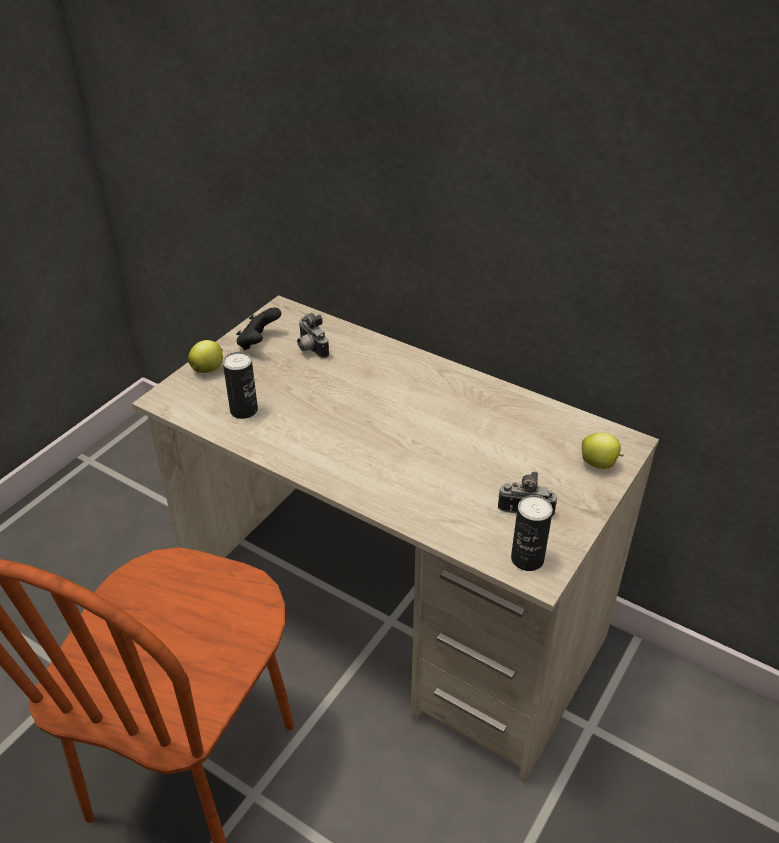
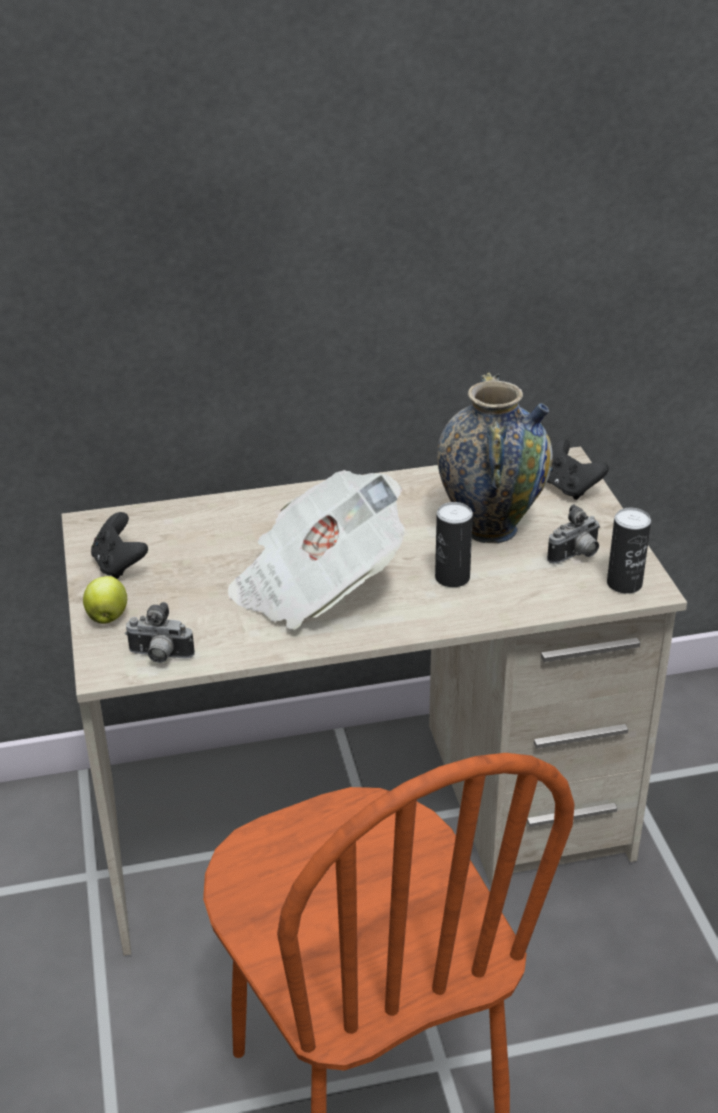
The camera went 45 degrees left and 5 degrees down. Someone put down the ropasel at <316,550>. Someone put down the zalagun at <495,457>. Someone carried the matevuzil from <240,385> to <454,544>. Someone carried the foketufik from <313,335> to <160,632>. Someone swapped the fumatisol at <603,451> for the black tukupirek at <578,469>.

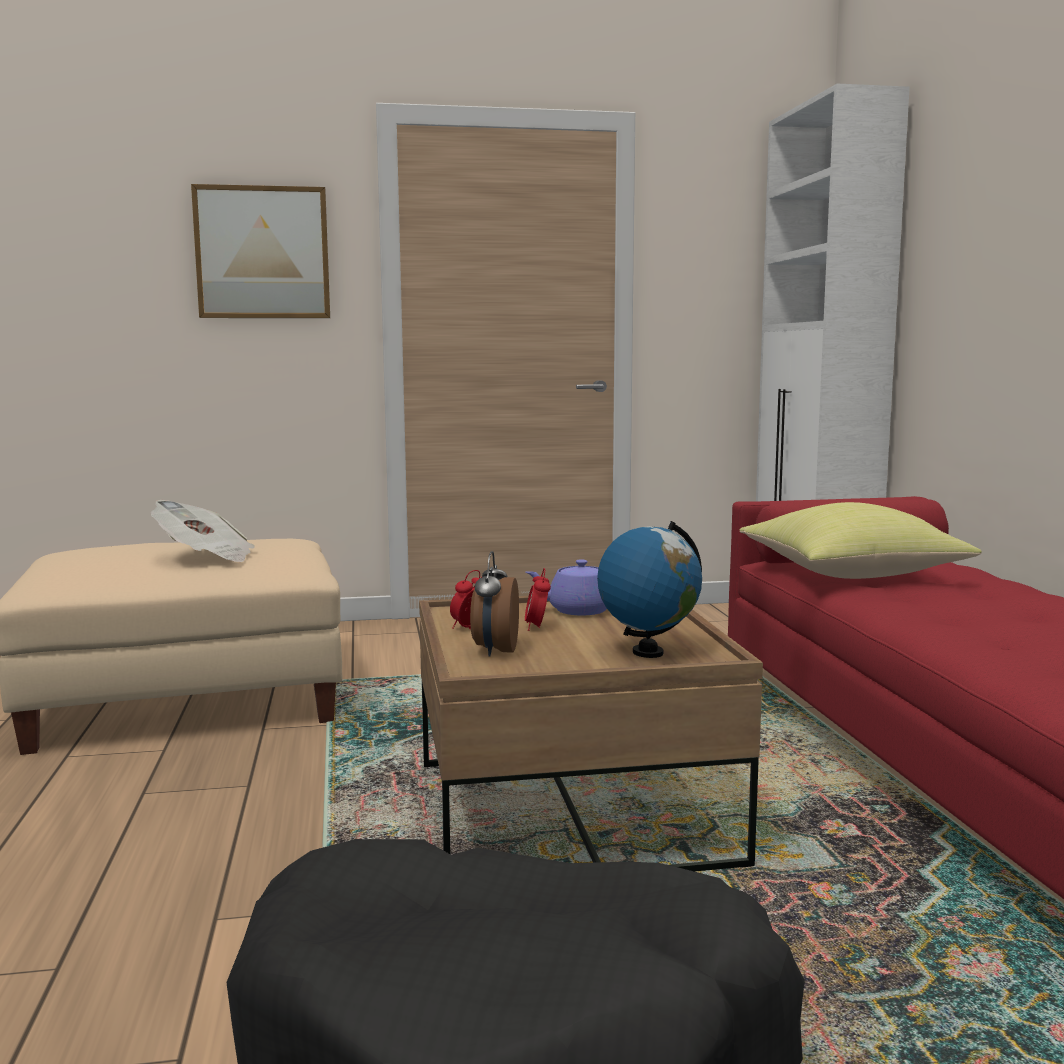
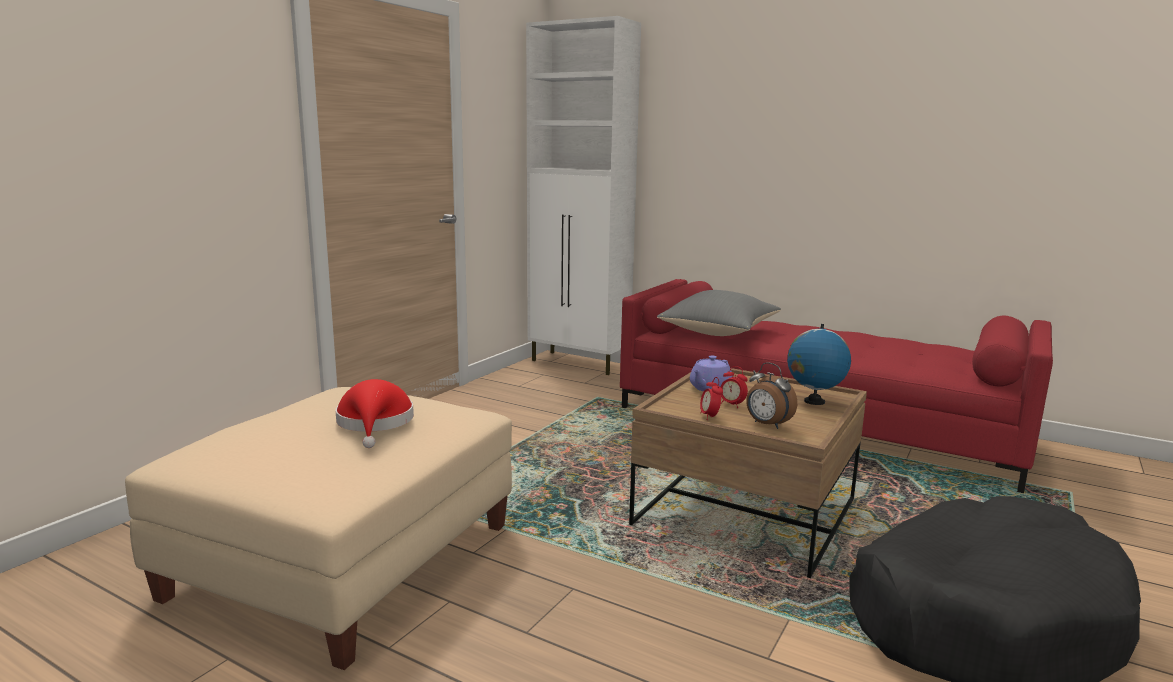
The camera went 50 degrees left and 5 degrees up. Someone took away the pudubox at <260,251>. Someone swapped the ropasel at <203,531> for the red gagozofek at <375,413>. Someone repainted the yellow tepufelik at <860,540>, which became the grey tepufelik at <719,313>.

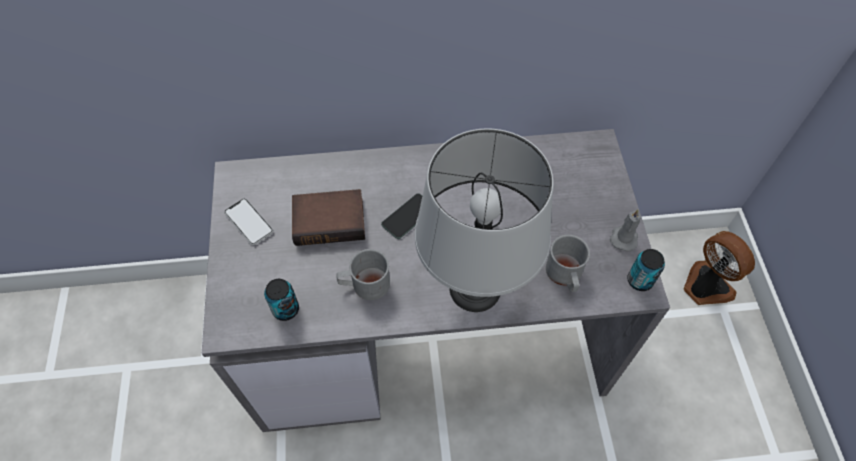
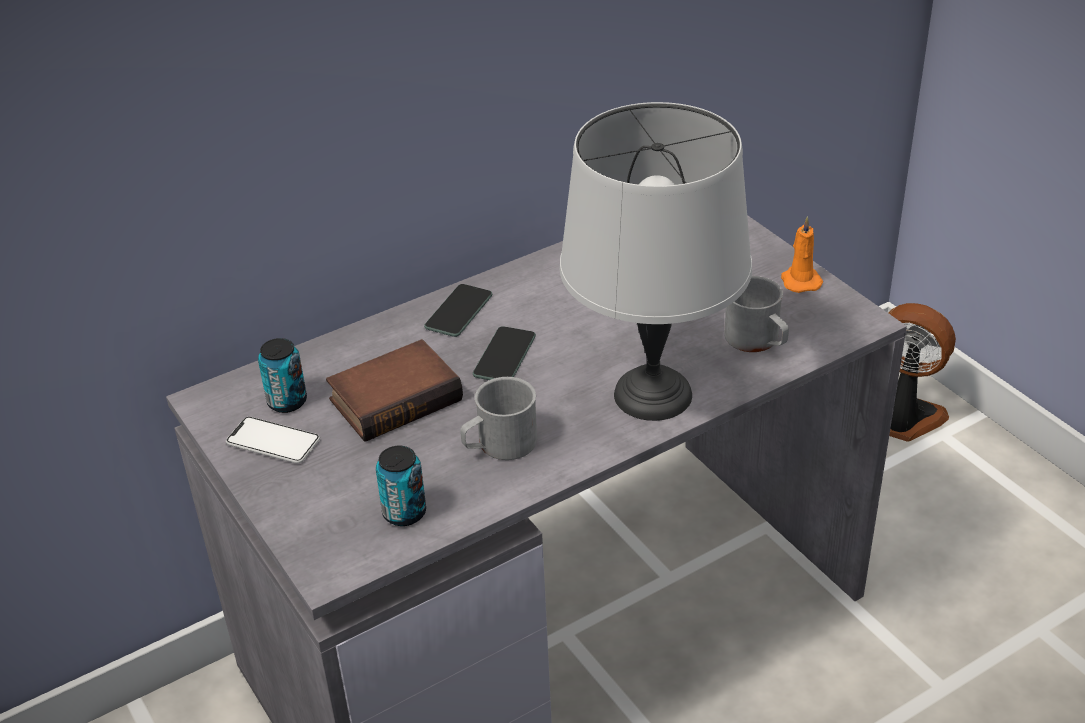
The camera went 25 degrees left and 20 degrees down. Someone put down the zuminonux at <458,310>. Someone carried the matevuzil from <646,270> to <282,375>. Someone repainted the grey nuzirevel at <625,231>, which became the orange nuzirevel at <802,254>.

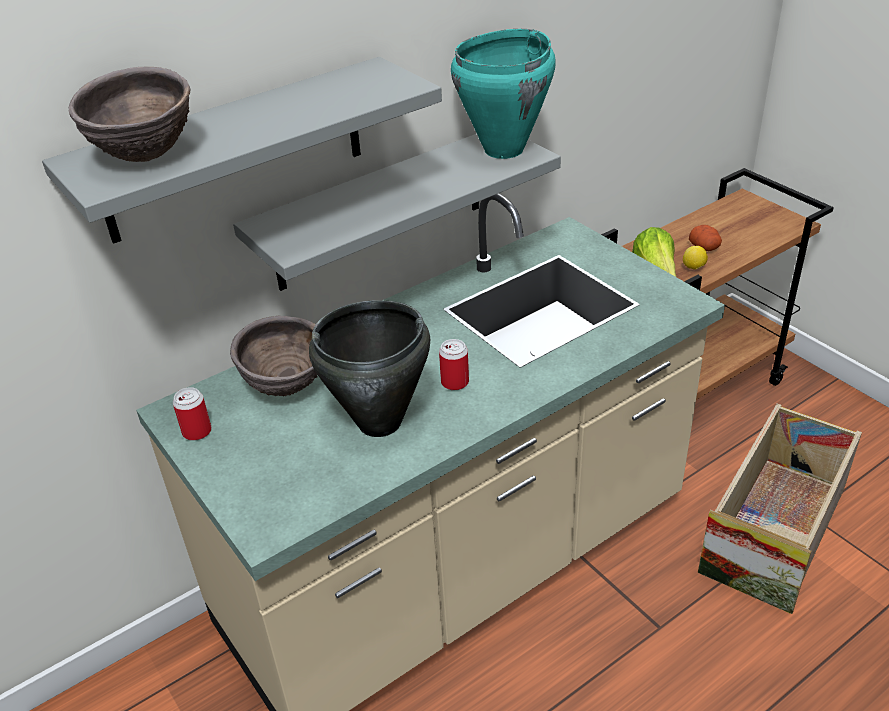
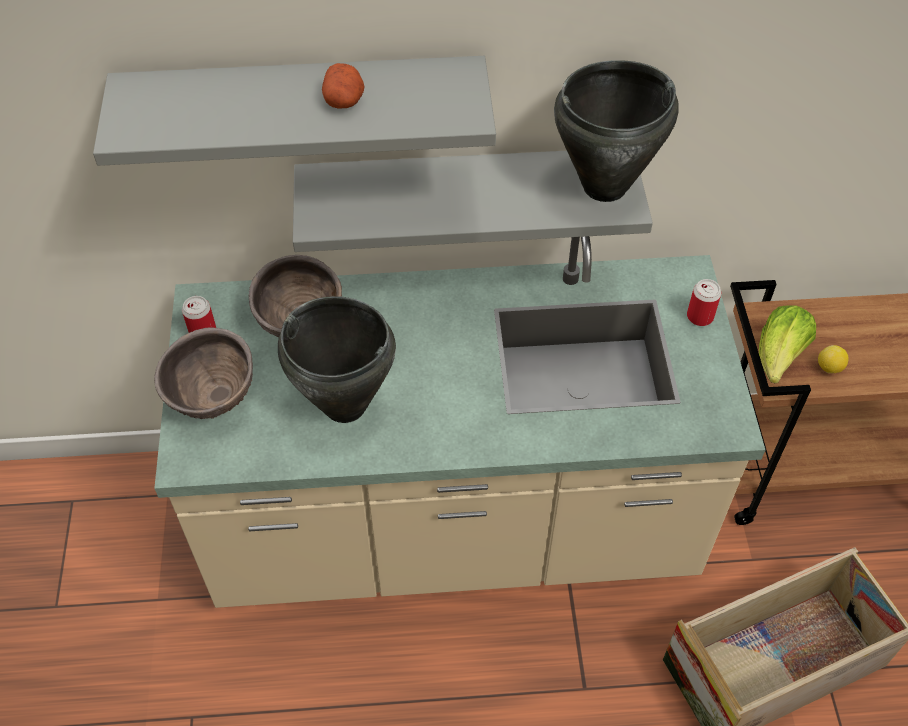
The camera went 30 degrees right and 15 degrees up. Someone carried the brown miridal from <129,114> to <203,373>. Someone carried the matevuzil from <454,364> to <704,302>. Someone carried the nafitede from <705,238> to <343,86>. Someone repainted the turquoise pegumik at <503,94>, which became the black pegumik at <616,131>.

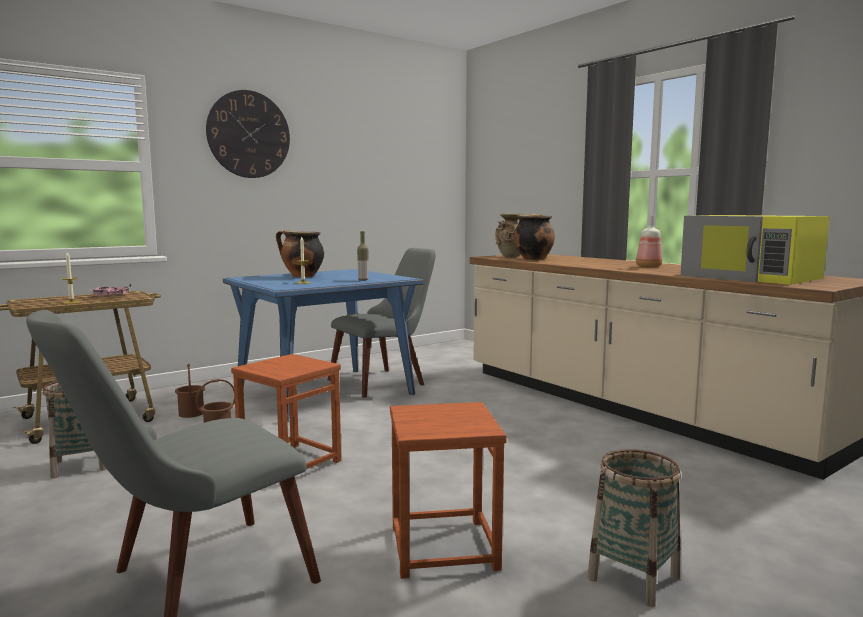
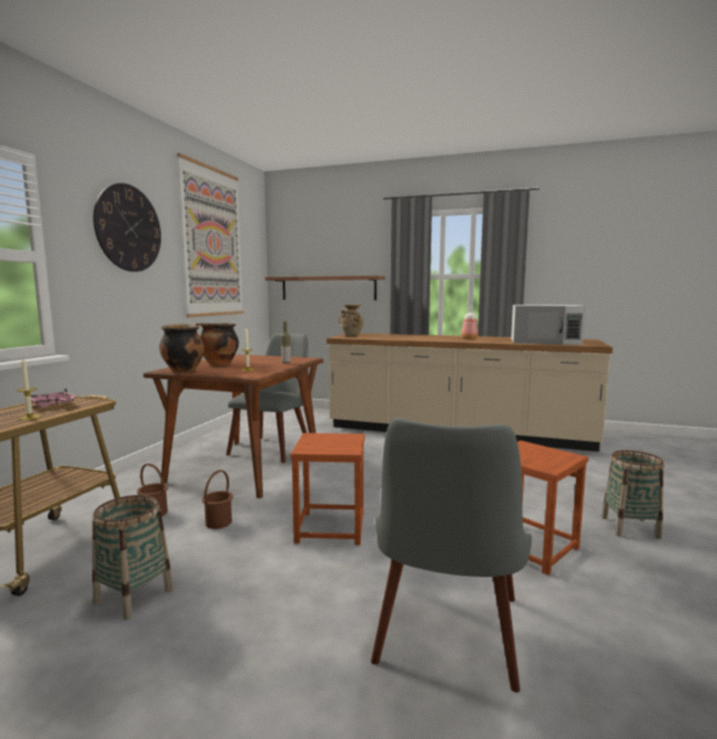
The camera went 35 degrees left and 0 degrees up. Someone put up the pudubox at <210,235>. Someone put up the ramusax at <325,288>. Someone carried the pegumik from <534,237> to <181,348>. Someone repainted the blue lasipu at <323,345>, which became the brown lasipu at <233,426>. Someone repainted the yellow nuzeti at <755,250>, which became the white nuzeti at <548,325>.

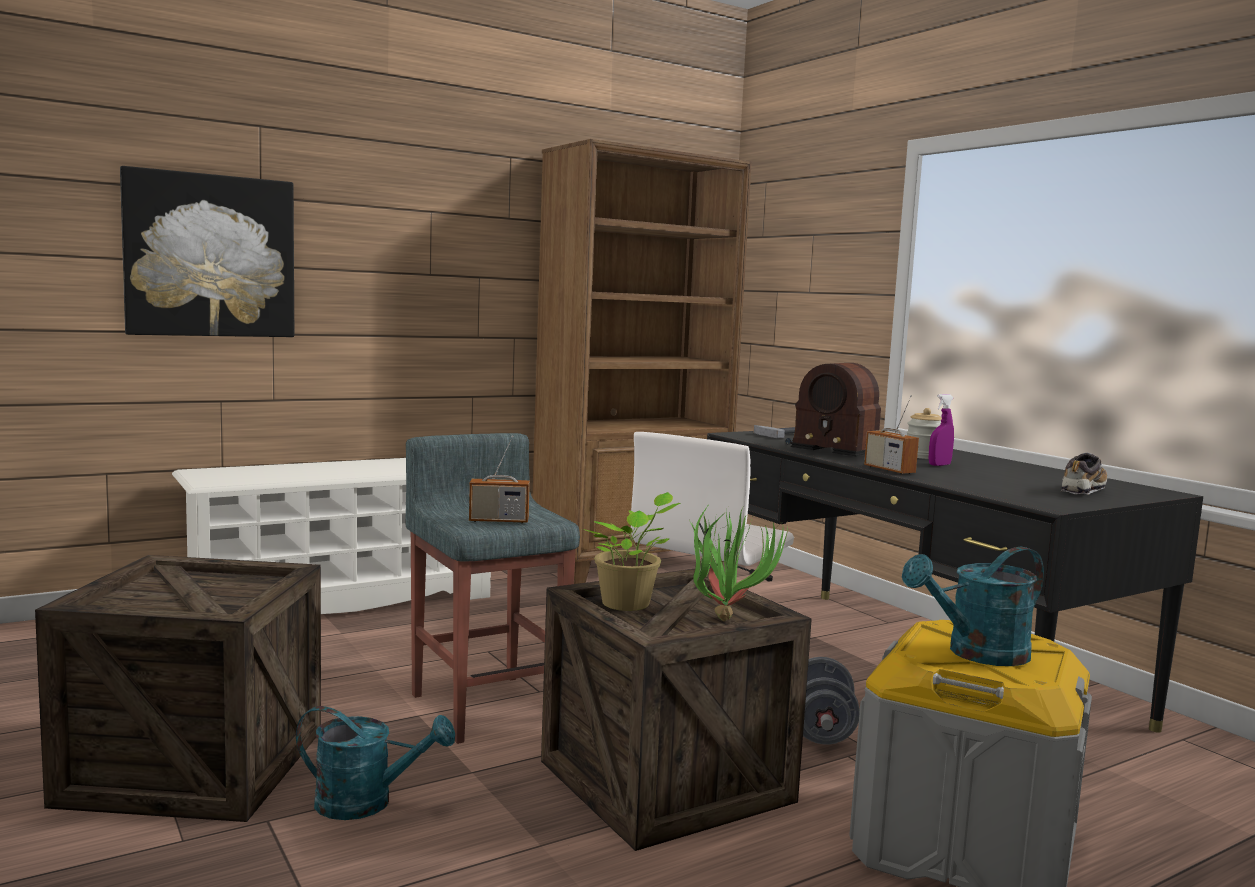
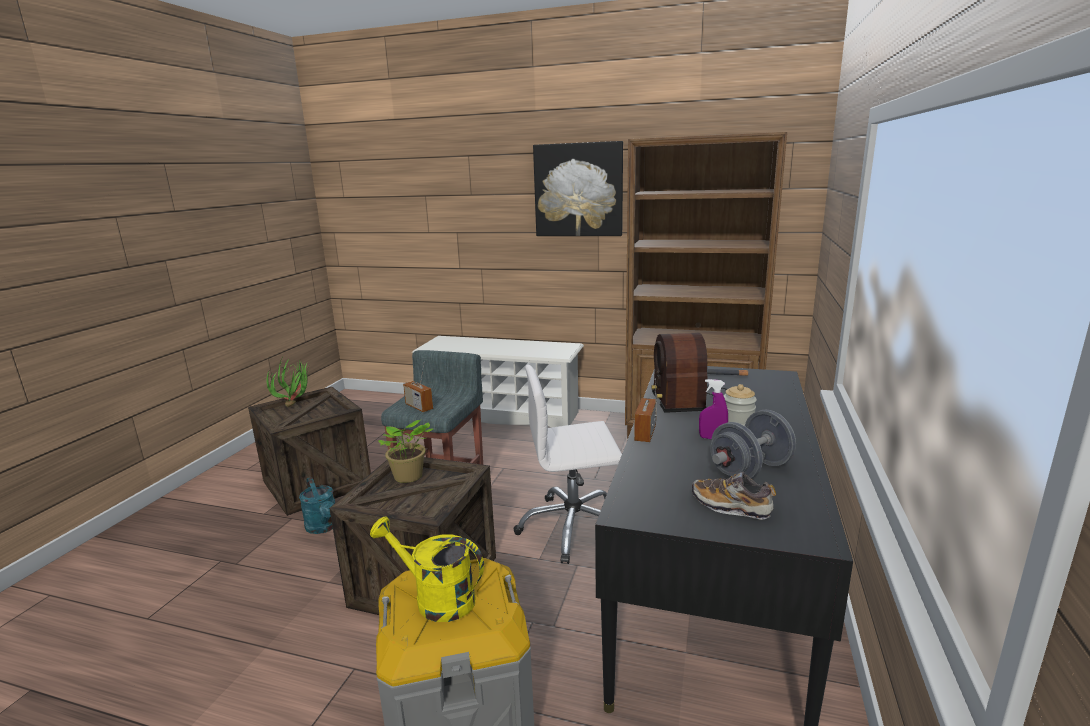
The camera went 50 degrees right and 10 degrees up. Someone carried the pudubox from <207,251> to <578,188>. Someone carried the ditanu from <738,562> to <289,383>. Someone carried the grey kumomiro from <831,700> to <753,444>. Someone repainted the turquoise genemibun at <973,606>, which became the yellow genemibun at <427,569>. Someone rotated the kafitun at <1084,474> by 150 degrees counterclockwise.

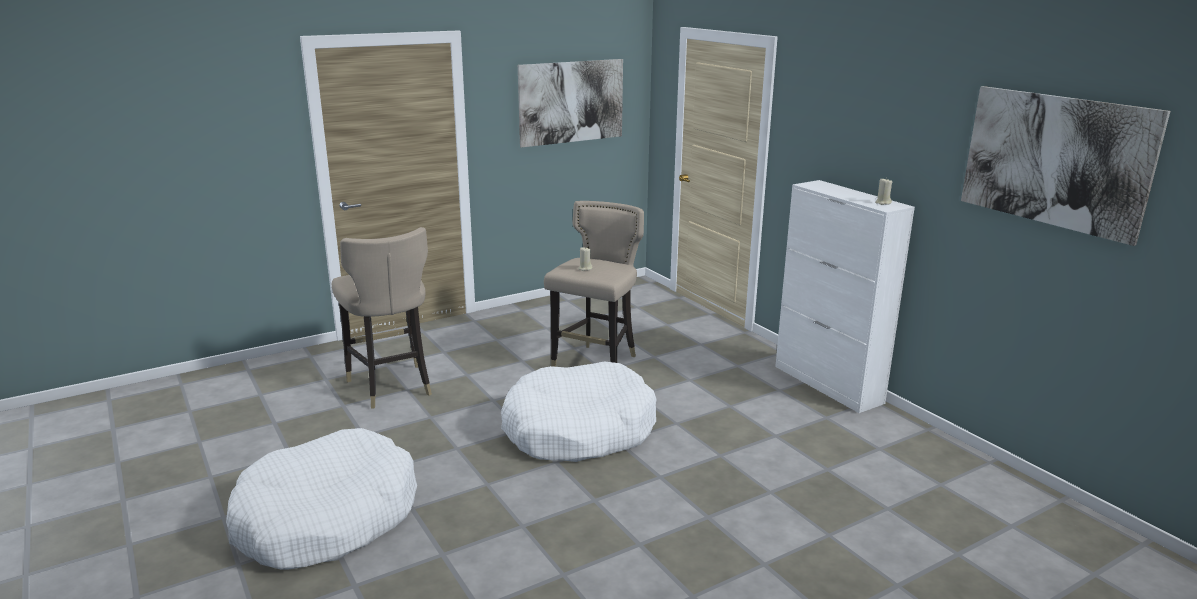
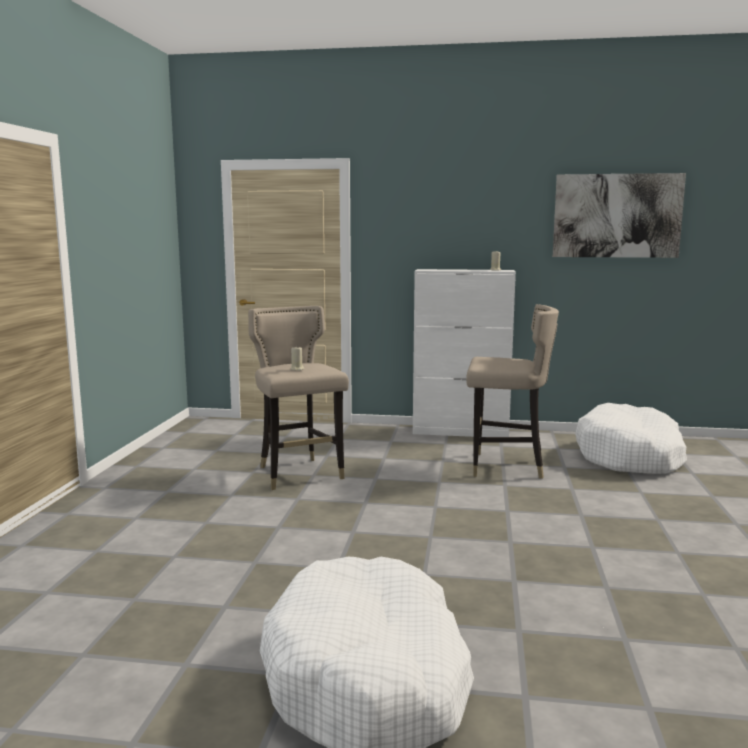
The camera went 50 degrees left and 10 degrees down. Someone took away the pudubox at <570,103>. Someone carried the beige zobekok from <382,318> to <512,391>. Someone carried the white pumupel from <578,411> to <631,438>.

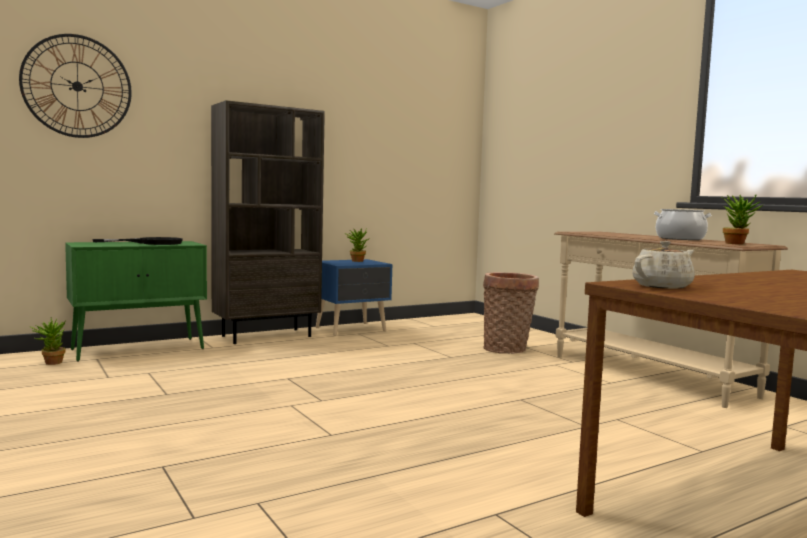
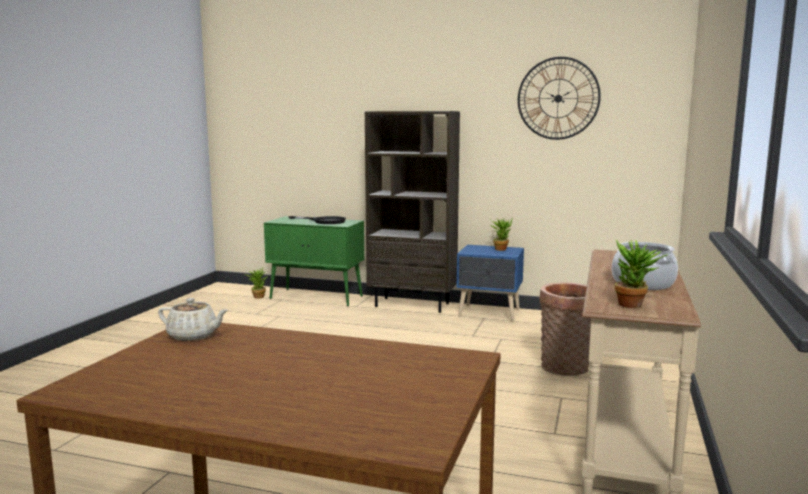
The camera went 50 degrees right and 5 degrees up. Someone carried the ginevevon from <75,86> to <559,98>.

